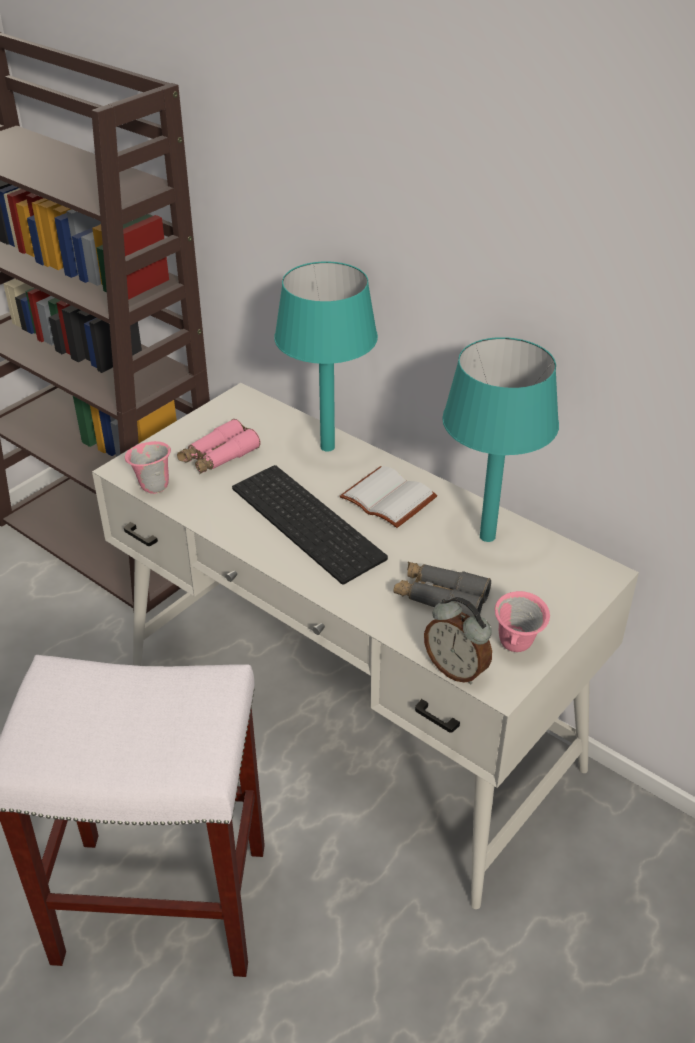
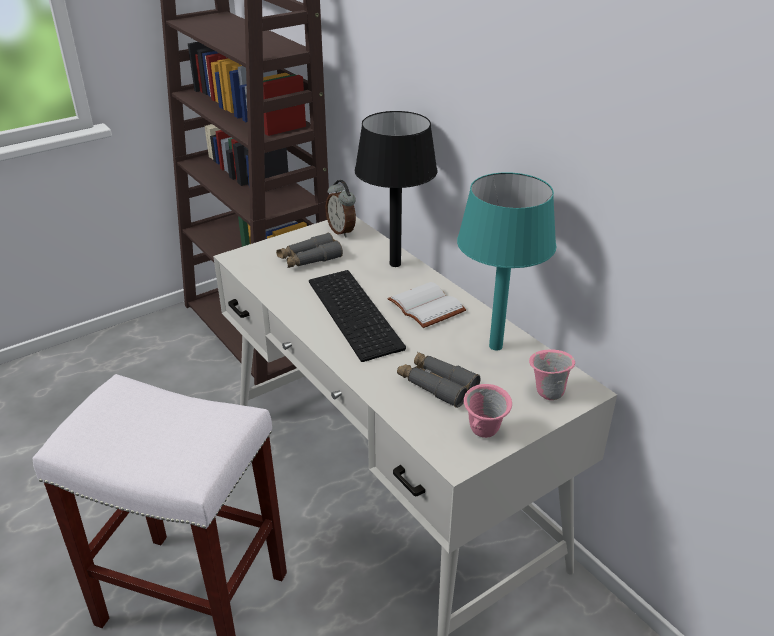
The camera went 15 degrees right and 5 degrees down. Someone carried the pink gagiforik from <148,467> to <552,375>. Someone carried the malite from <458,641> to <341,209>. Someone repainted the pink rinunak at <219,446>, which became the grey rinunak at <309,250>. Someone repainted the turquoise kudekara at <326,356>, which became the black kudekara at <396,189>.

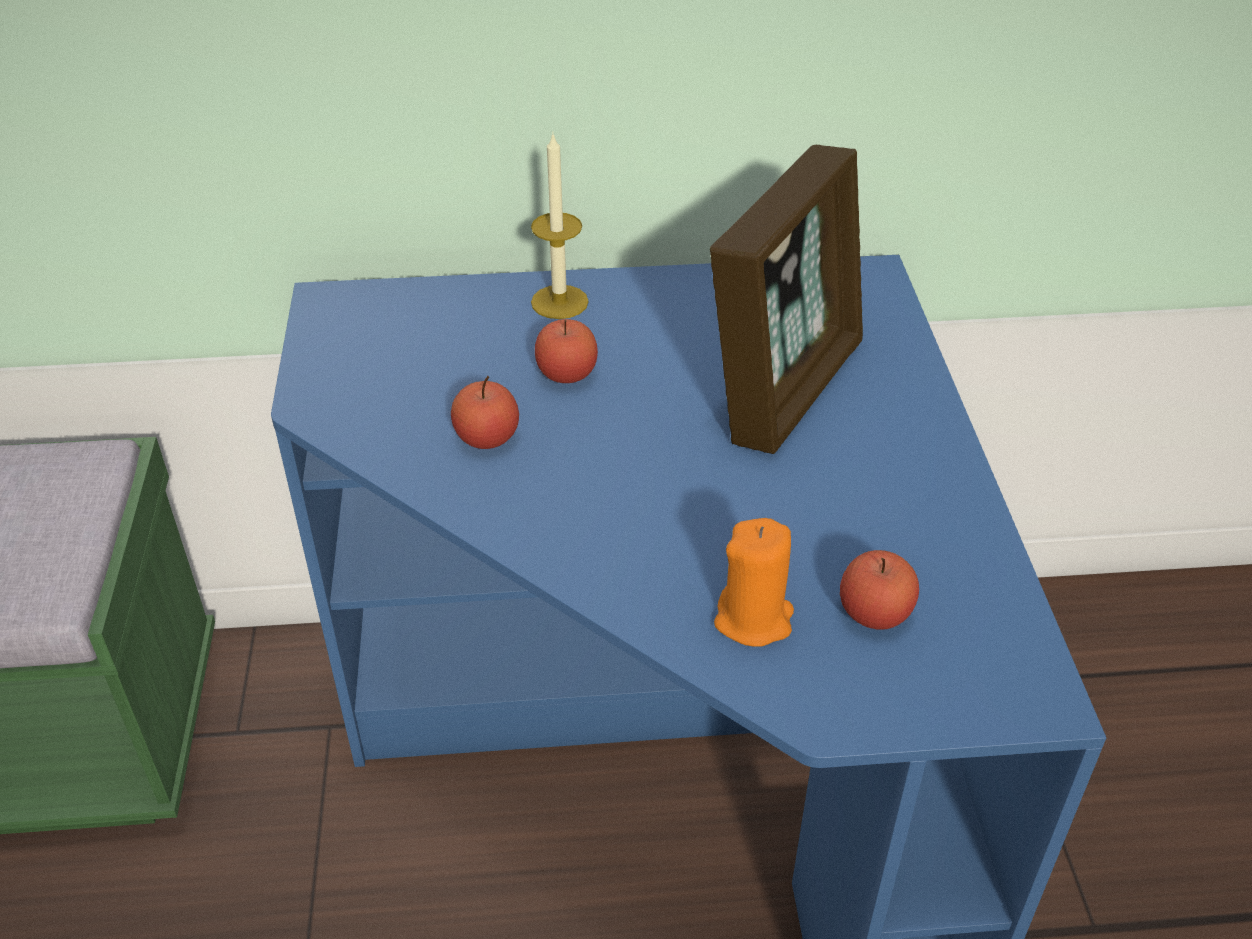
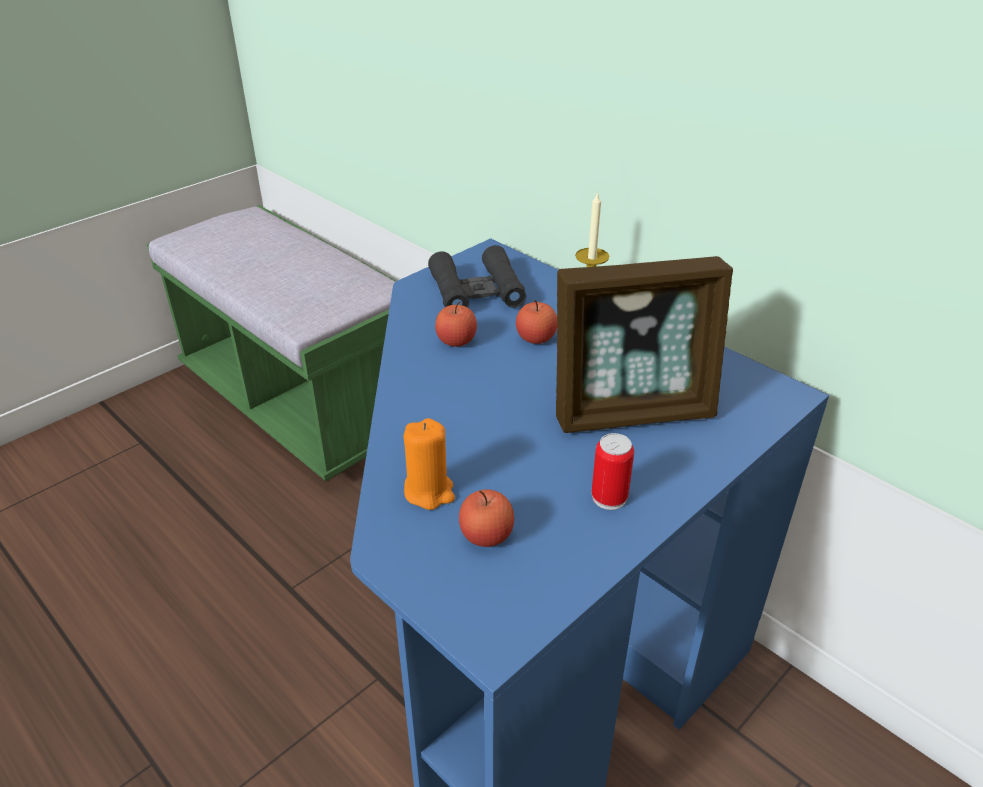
The camera went 50 degrees right and 5 degrees down. Someone put down the black rinunak at <477,276>. Someone put down the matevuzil at <613,471>.

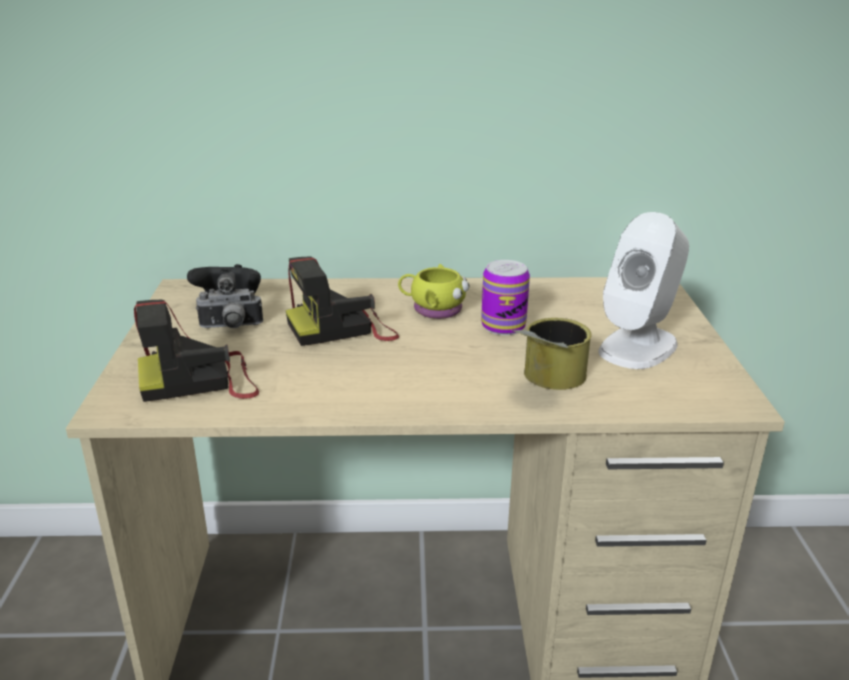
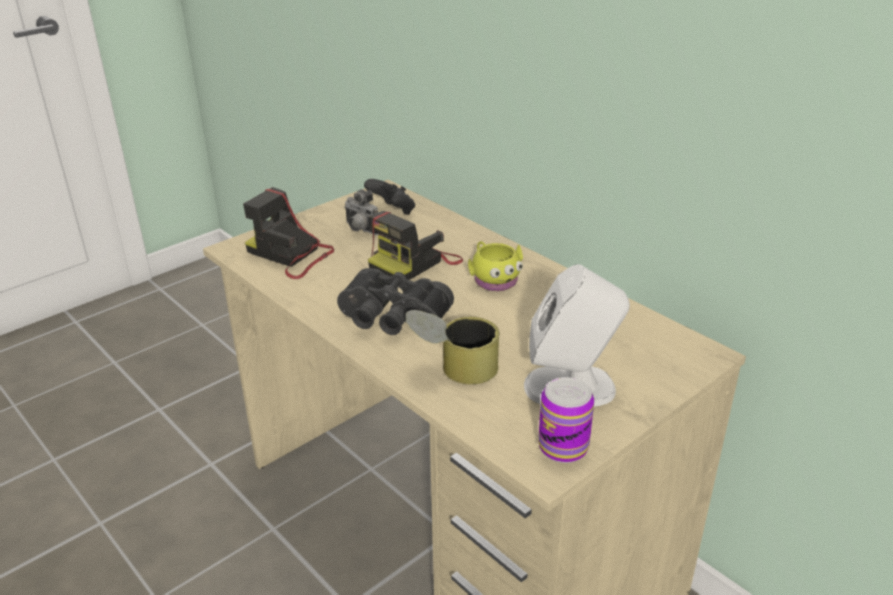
The camera went 50 degrees right and 5 degrees up. Someone put down the black rinunak at <395,301>. Someone carried the matevuzil from <505,297> to <566,420>. Someone rotated the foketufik at <342,301> by 75 degrees counterclockwise.

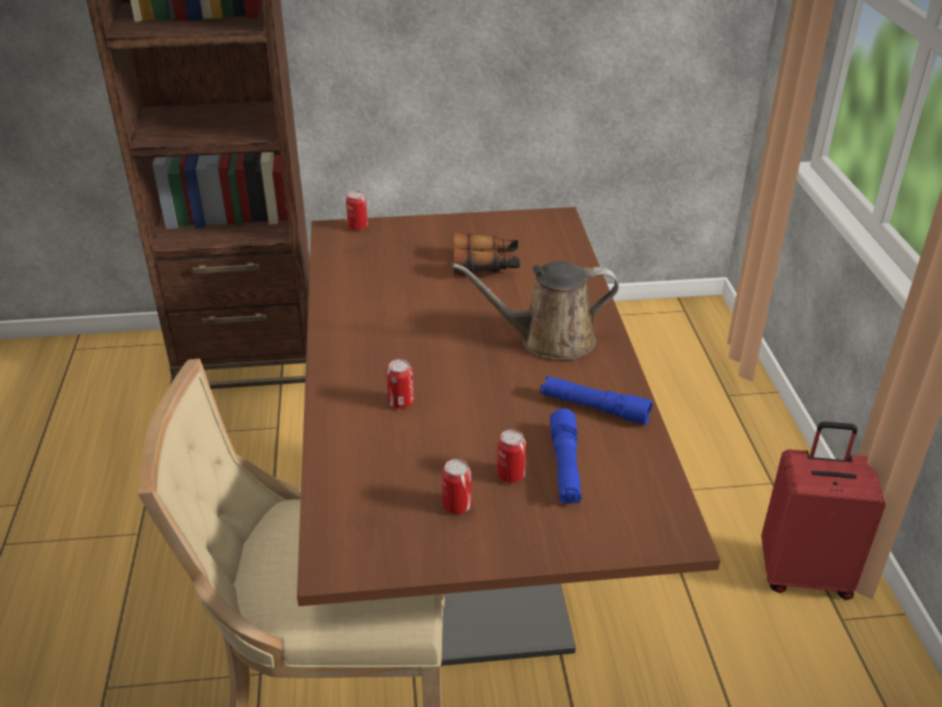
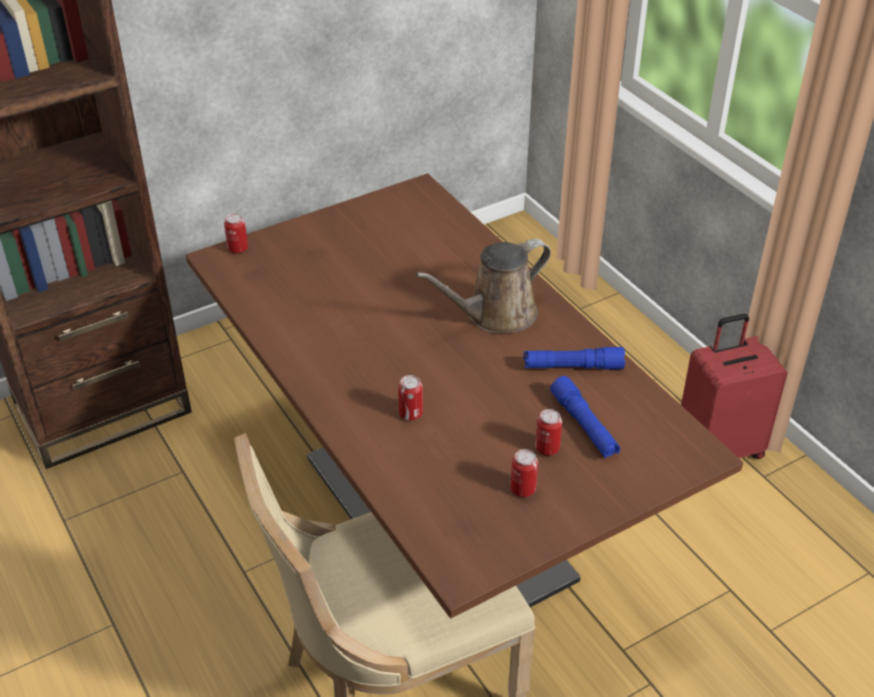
The camera went 25 degrees left and 5 degrees up. Someone took away the rinunak at <487,254>.

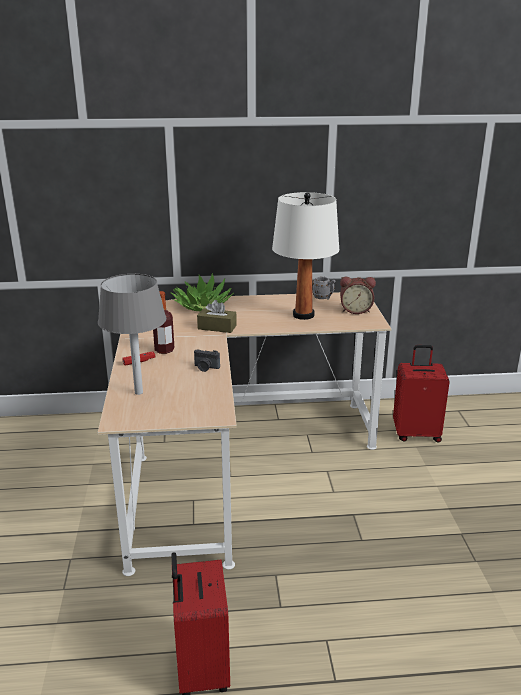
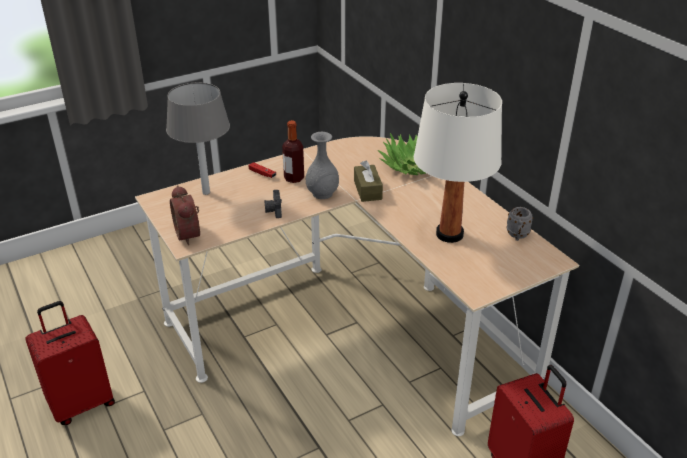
The camera went 65 degrees right and 10 degrees up. Someone put down the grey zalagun at <322,165>. Someone carried the malite from <358,295> to <185,215>.

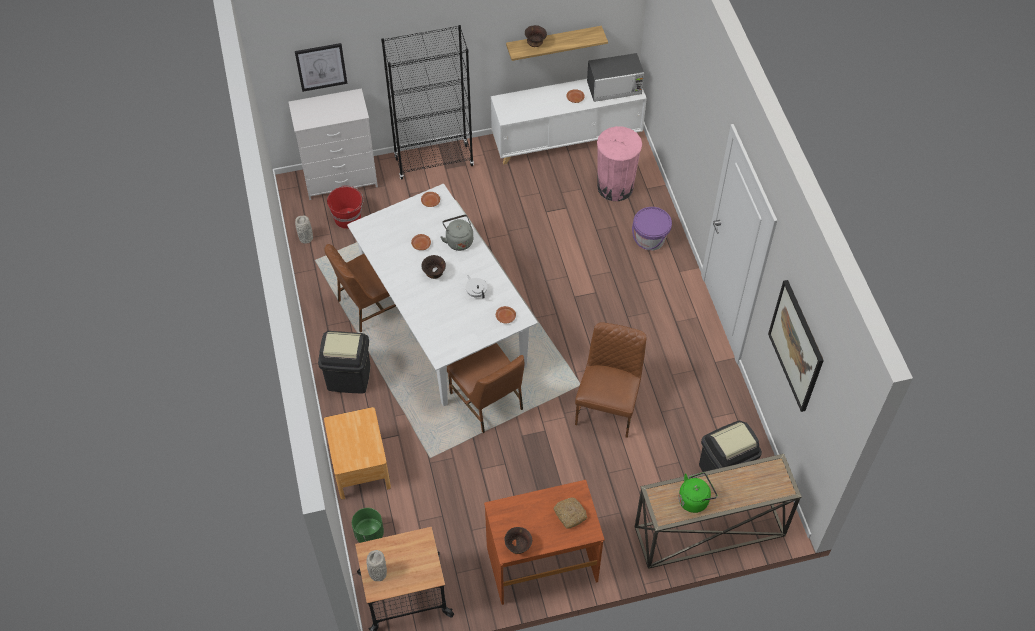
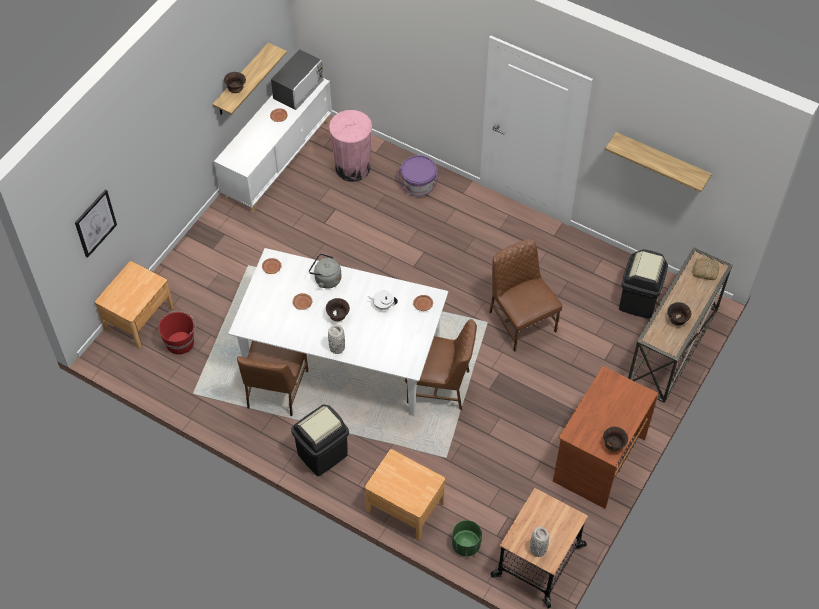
The camera went 45 degrees left and 0 degrees up. Someone took away the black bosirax at <427,102>. Someone carried the grey zalagun from <304,229> to <336,339>. Someone carried the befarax from <570,513> to <705,269>. Someone swapped the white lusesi at <333,144> for the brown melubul at <134,305>. Someone swapped the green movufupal at <698,492> for the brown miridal at <679,313>. Someone swapped the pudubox at <796,346> for the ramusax at <658,162>.

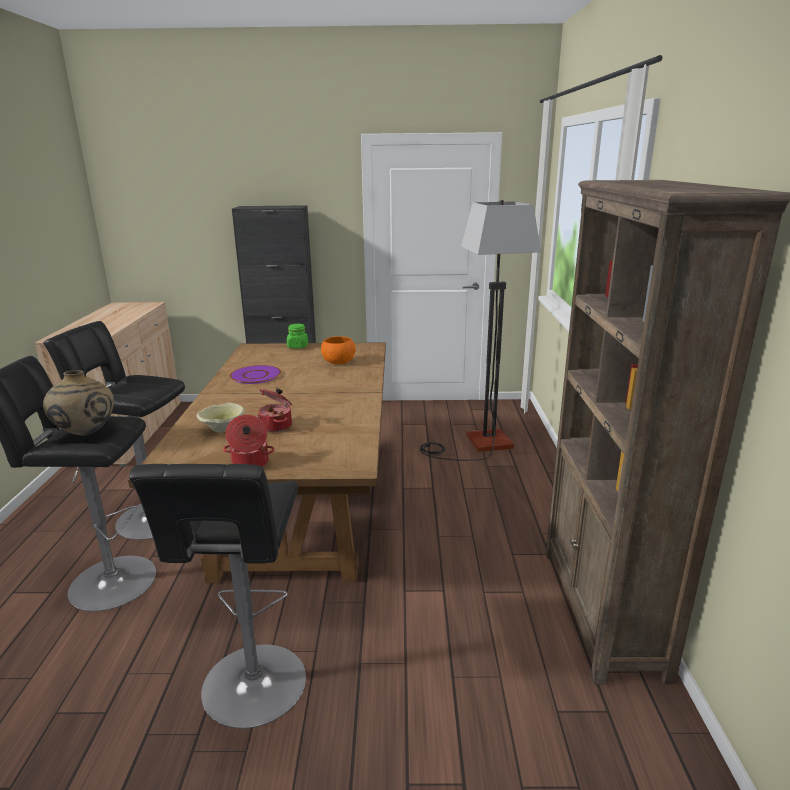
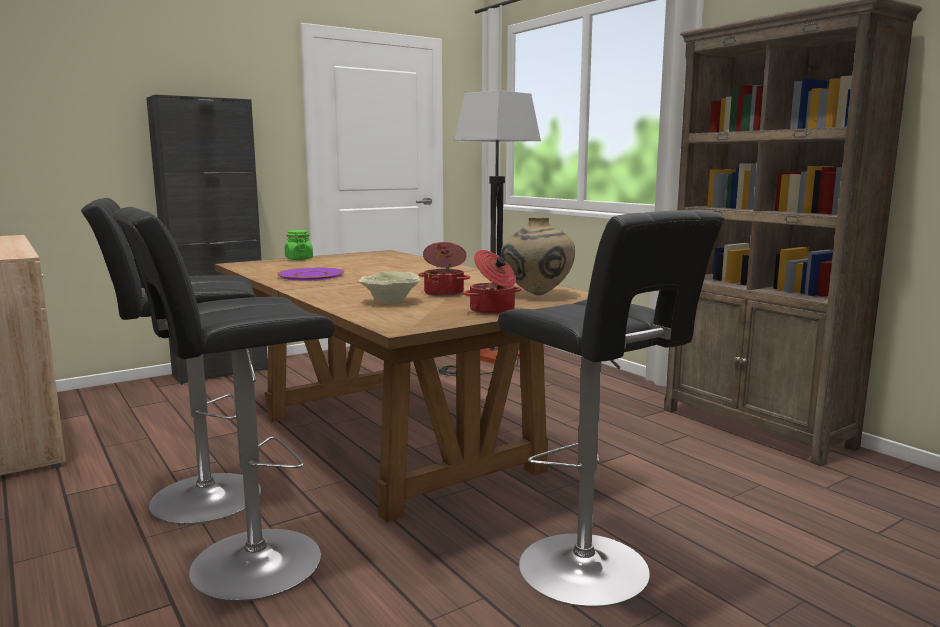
The camera went 35 degrees left and 10 degrees down. Someone took away the orange miridal at <338,350>. Someone carried the beige zalagun from <78,403> to <538,256>.

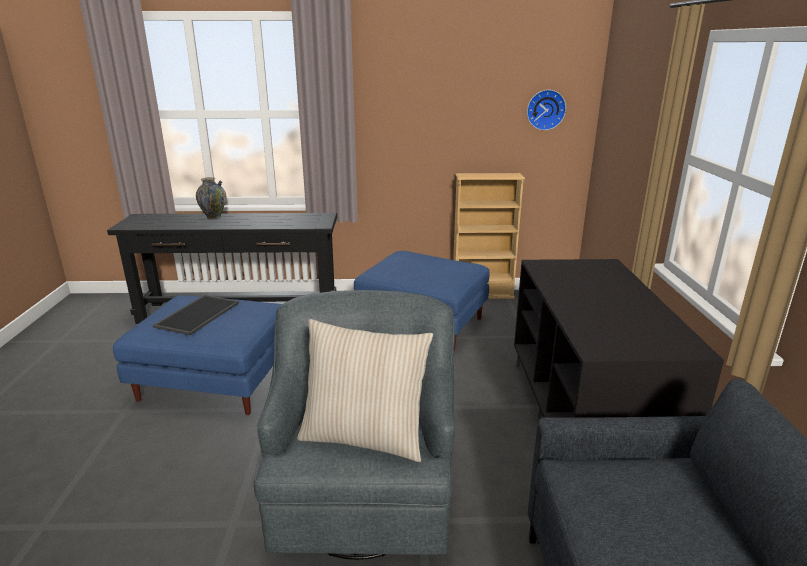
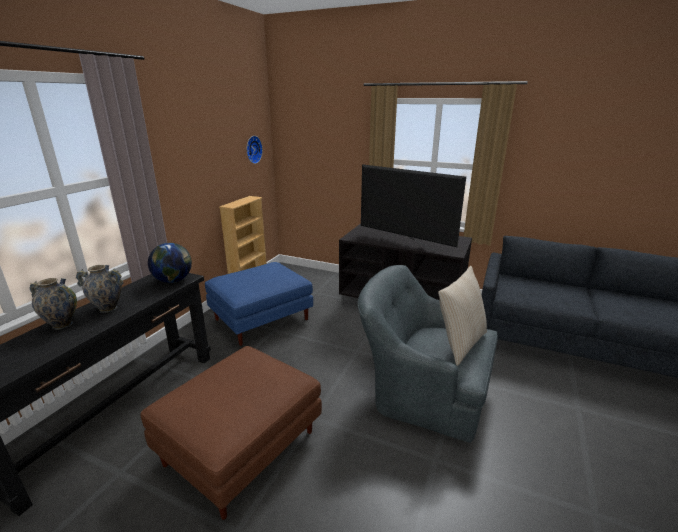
The camera went 65 degrees left and 0 degrees up. Someone took away the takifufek at <196,315>. Someone put down the zalagun at <100,289>. Someone put down the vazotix at <170,263>. Someone put down the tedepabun at <413,207>. Someone repainted the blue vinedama at <197,355>, which became the brown vinedama at <231,433>.

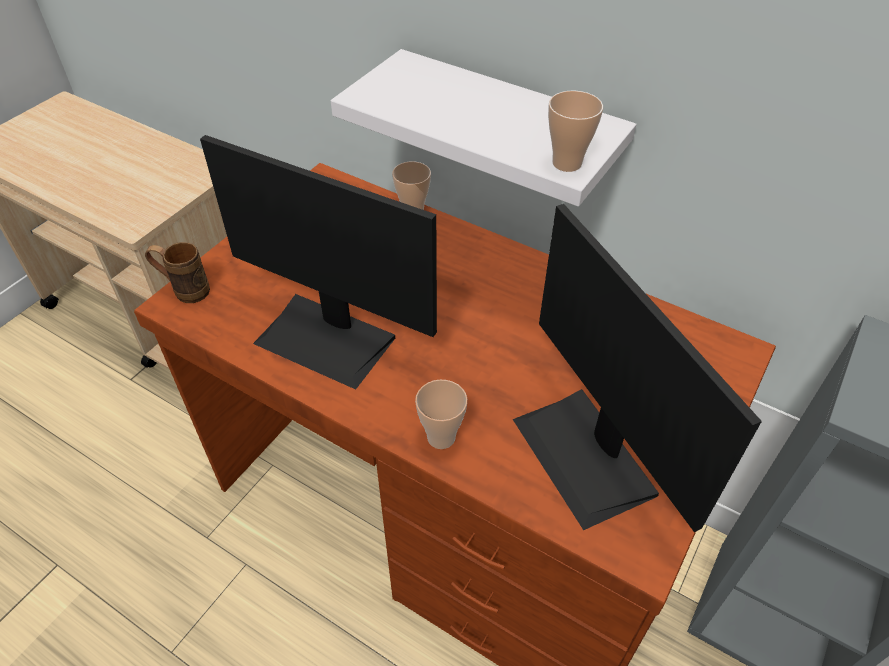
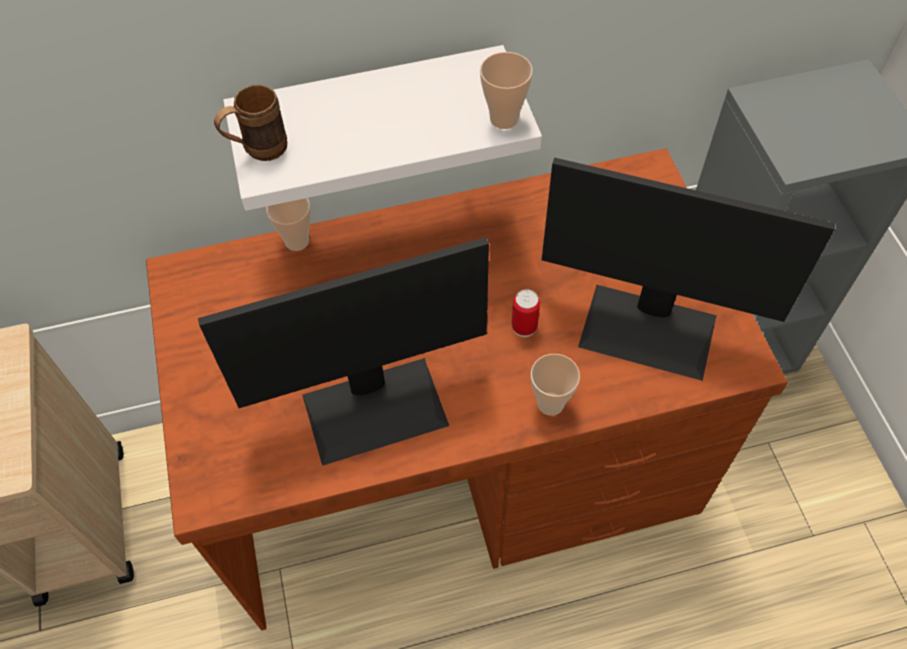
The camera went 45 degrees left and 10 degrees up. Someone put down the matevuzil at <526,313>. Someone carried the brown gagiforik from <177,272> to <250,123>.

